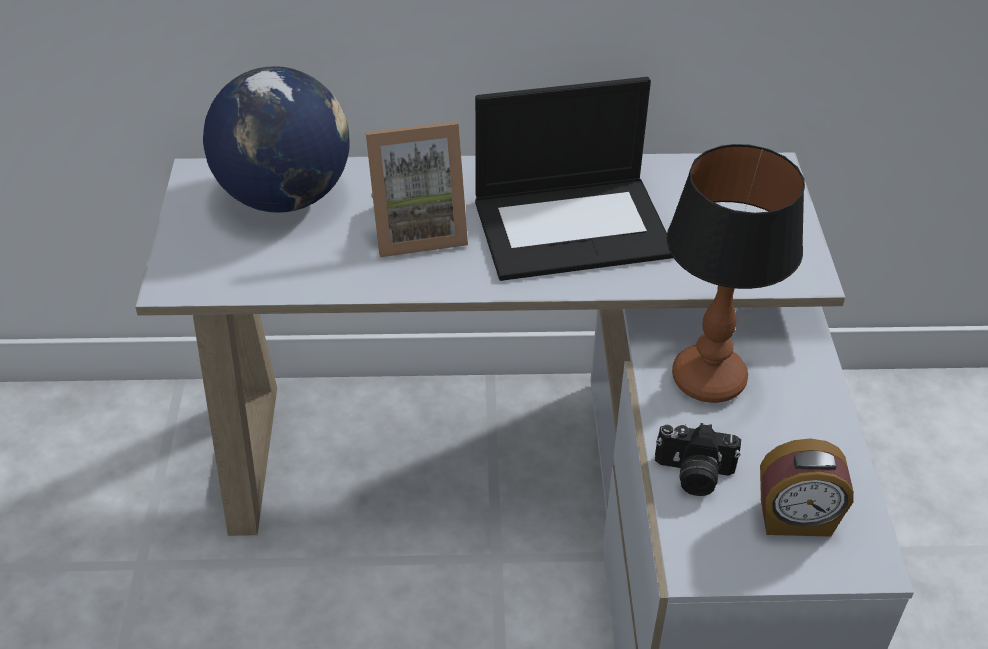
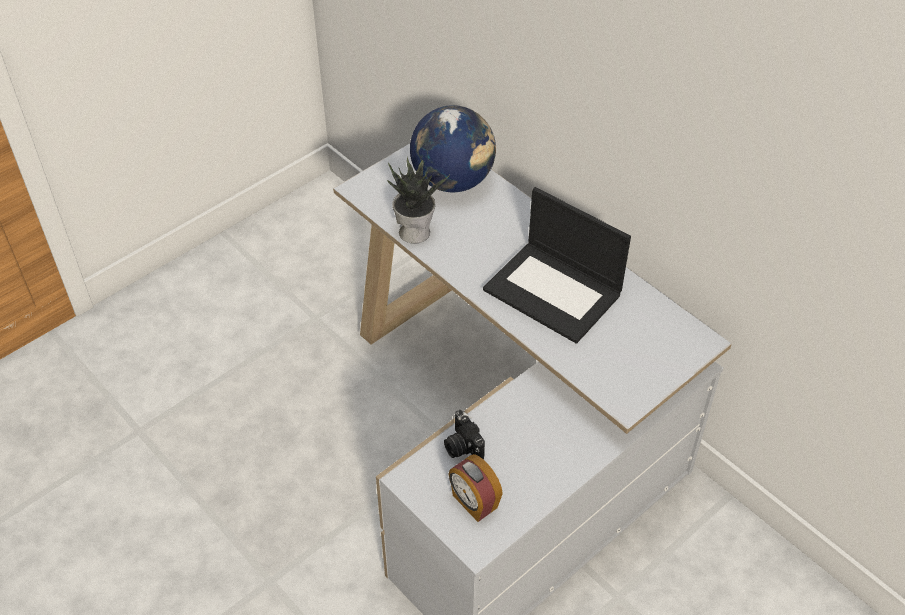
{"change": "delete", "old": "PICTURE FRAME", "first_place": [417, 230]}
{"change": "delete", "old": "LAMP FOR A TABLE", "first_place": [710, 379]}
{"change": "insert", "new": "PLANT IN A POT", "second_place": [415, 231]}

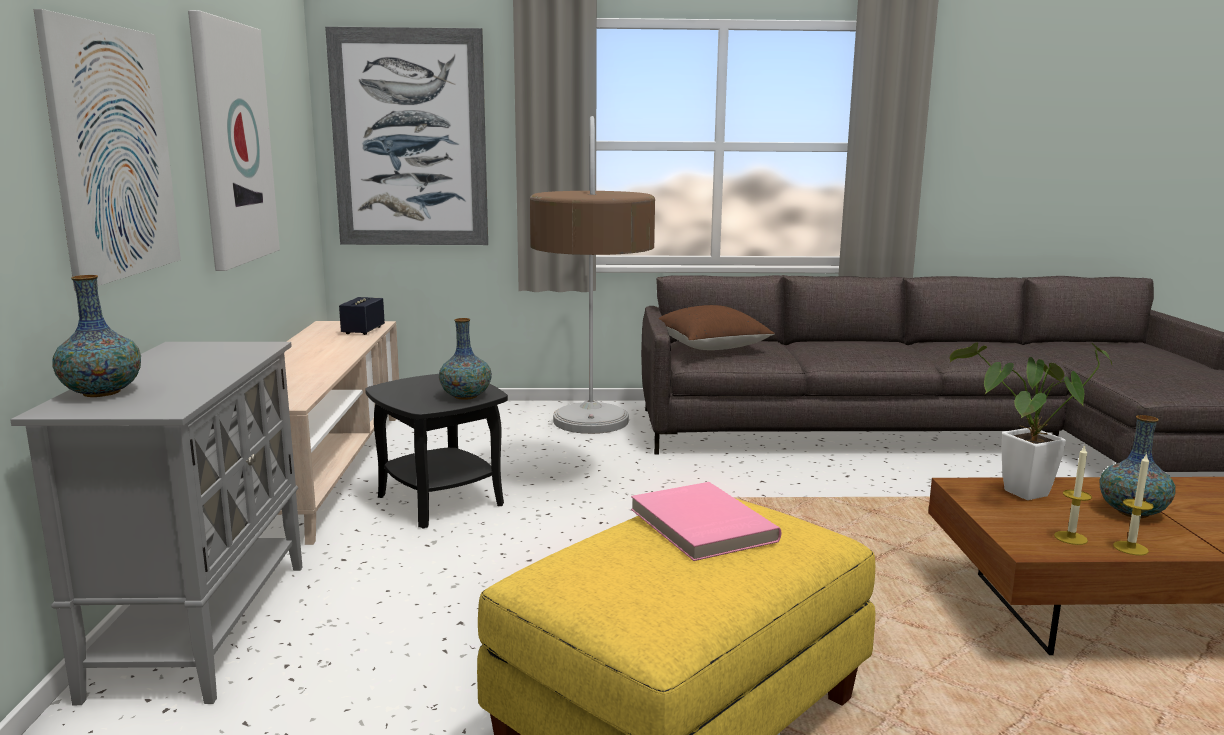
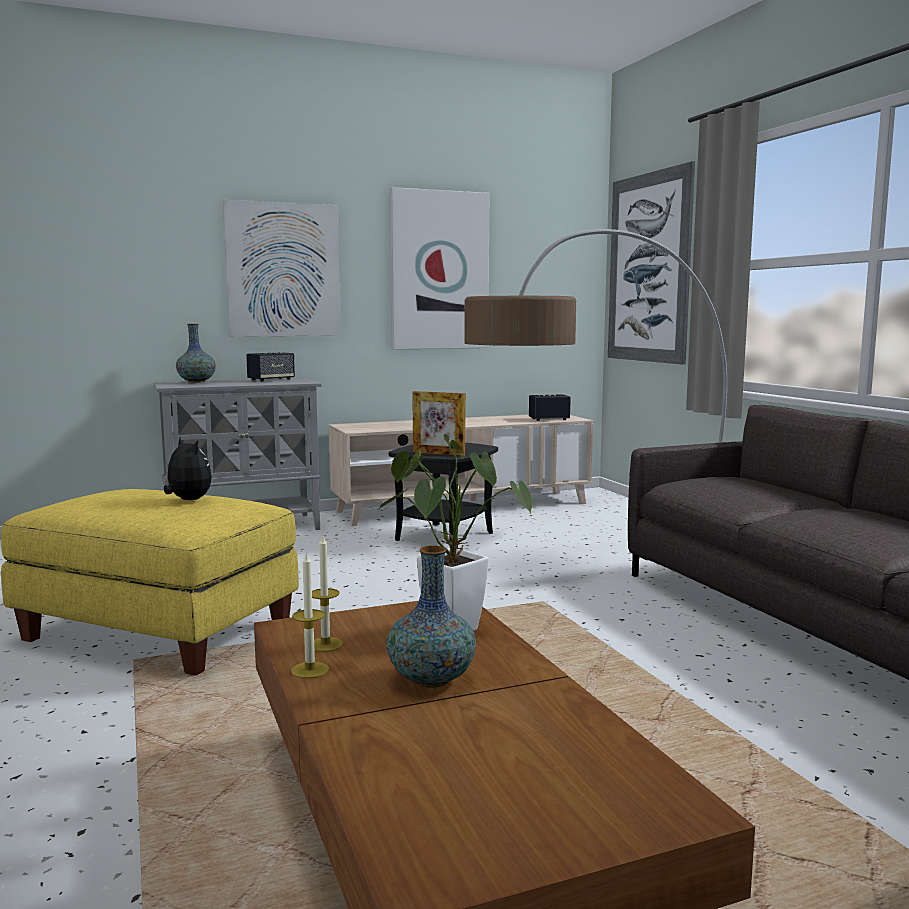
{"change": "delete", "old": "BROWN-COLOURED CUSHION", "first_place": [710, 347]}
{"change": "replace", "old": "DECORATIVE VASE", "new": "PICTURE FRAME", "first_place": [466, 396], "second_place": [438, 453]}
{"change": "replace", "old": "PINK VOLUME", "new": "PLUSH TOY", "first_place": [700, 525], "second_place": [187, 500]}
{"change": "insert", "new": "SPEAKER", "second_place": [271, 380]}

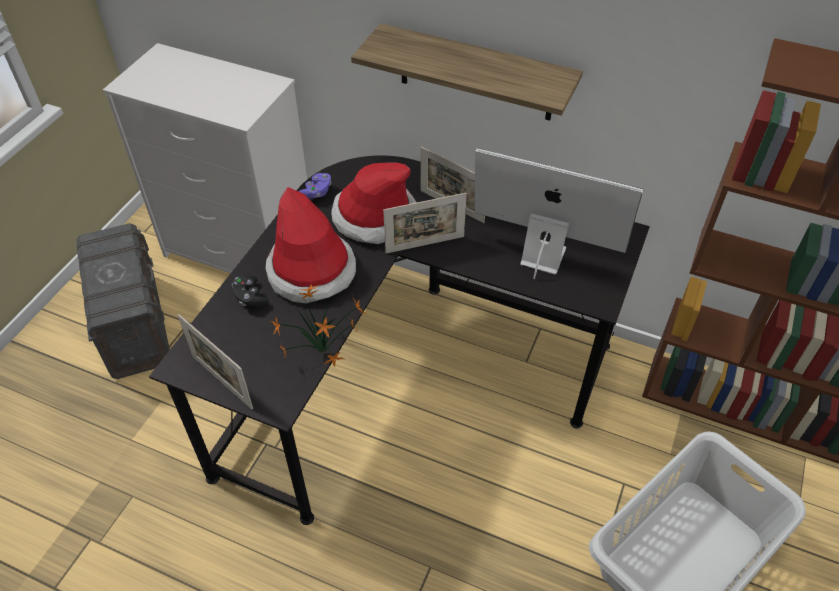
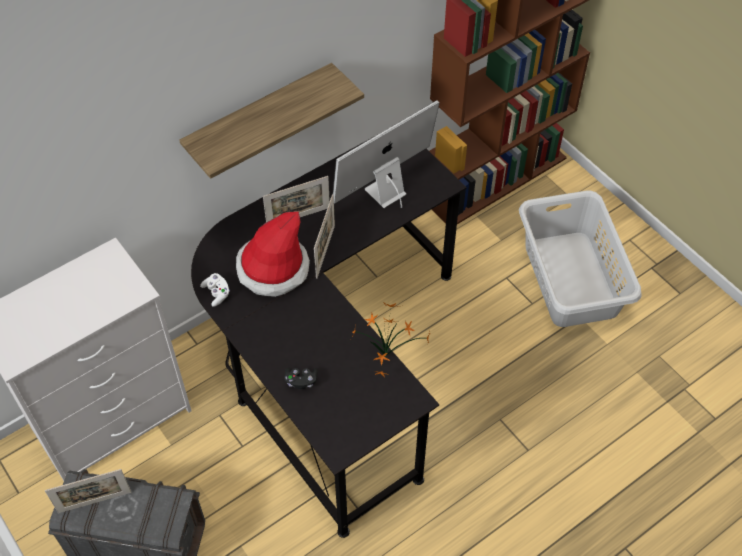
{"change": "recolor", "old": "PURPLE GAMEPAD", "new": "WHITE-COLOURED GAMEPAD", "first_place": [316, 192], "second_place": [217, 293]}
{"change": "delete", "old": "CLOTHING HAT", "first_place": [312, 271]}
{"change": "move", "old": "PICTURE FRAME", "first_place": [222, 382], "second_place": [95, 502]}

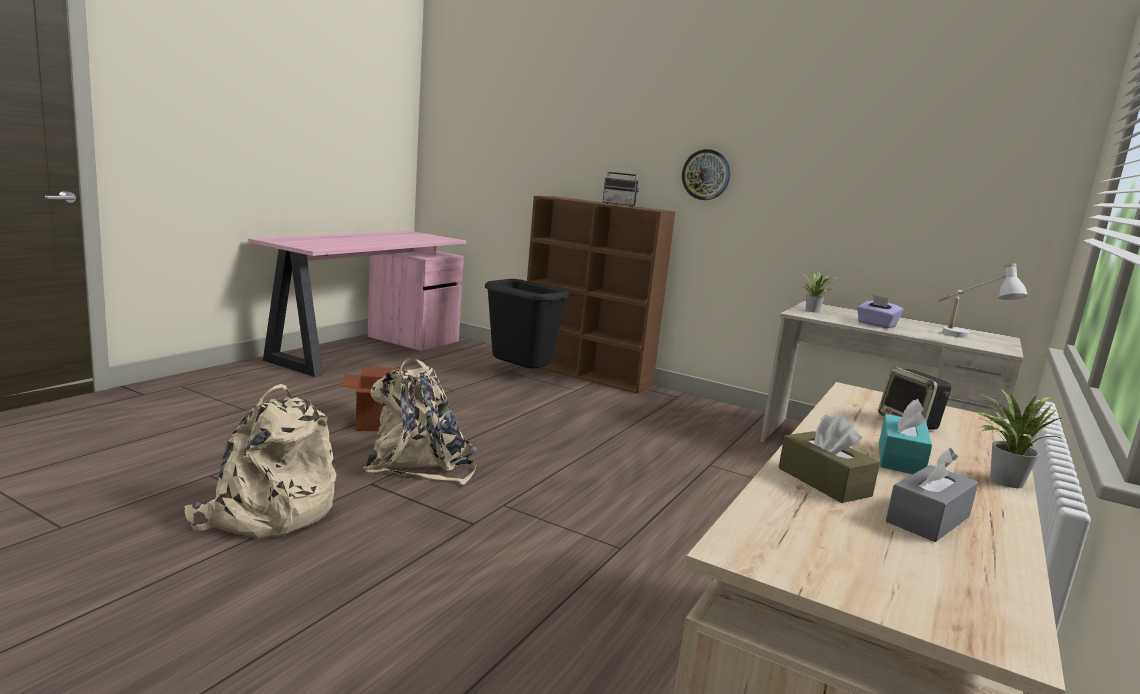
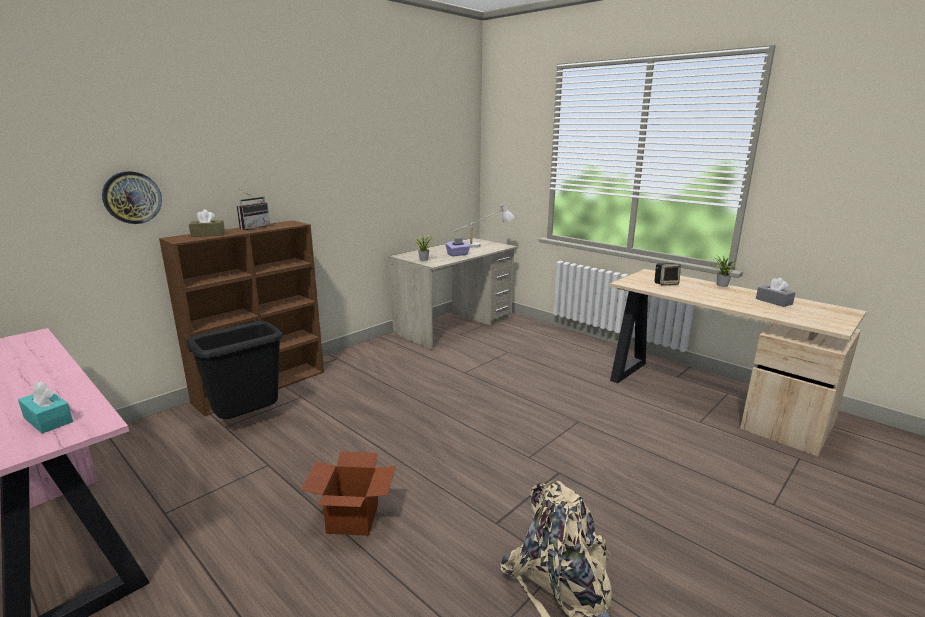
{"change": "move", "old": "CLOCK ON THE WALL", "first_place": [706, 174], "second_place": [132, 197]}
{"change": "delete", "old": "BEIGE-COLOURED KNAPSACK", "first_place": [420, 464]}
{"change": "move", "old": "BLUE-GREEN TISSUE HOLDER", "first_place": [900, 459], "second_place": [48, 420]}
{"change": "move", "old": "BROWN-COLOURED TISSUE HOLDER", "first_place": [823, 482], "second_place": [208, 234]}

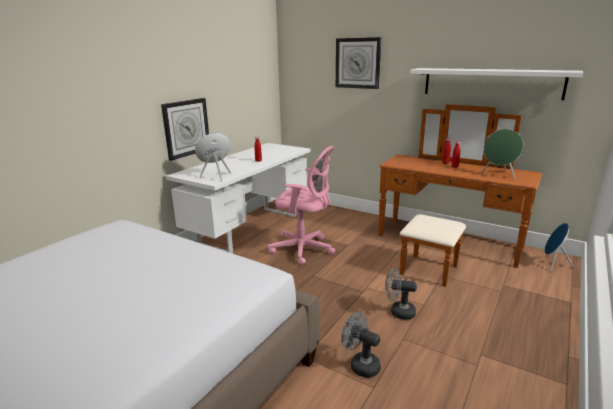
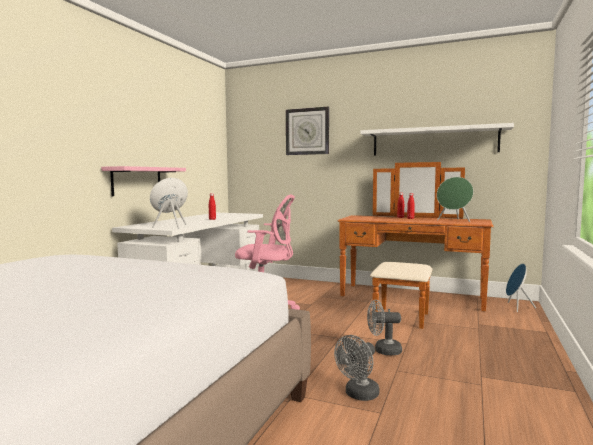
{"change": "replace", "old": "CLOCK ON THE WALL", "new": "PINK WALL SHELF", "first_place": [186, 128], "second_place": [136, 181]}
{"change": "rotate", "old": "GREY FAN", "first_place": [360, 365], "second_place": [359, 395], "degrees": -75}

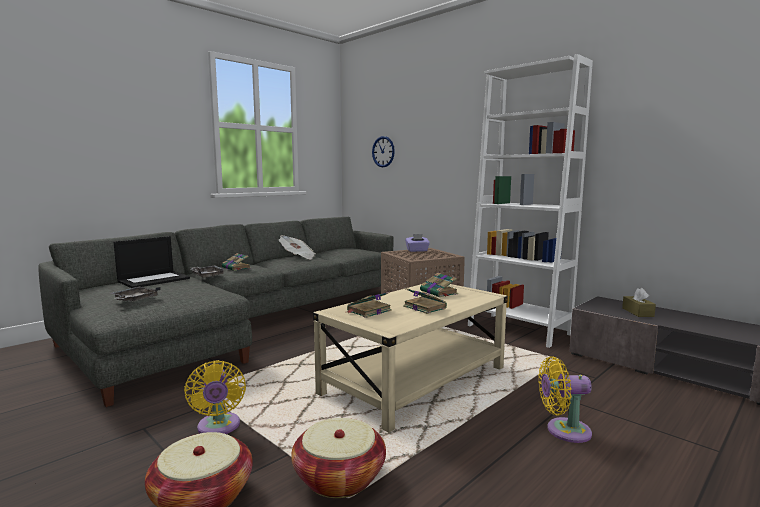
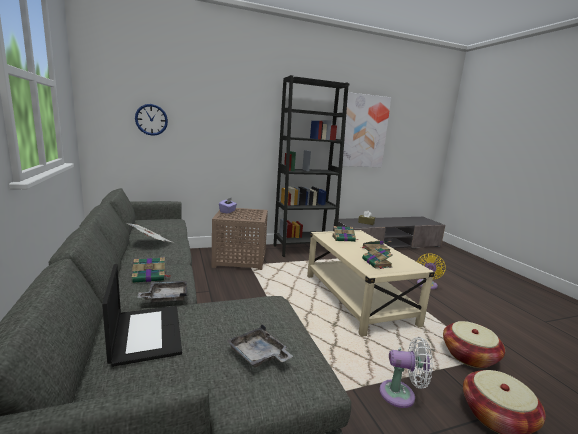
{"change": "recolor", "old": "WHITE-COLOURED BOOKSHELF", "new": "BLACKISH BOOKSHELF", "first_place": [518, 329], "second_place": [304, 249]}
{"change": "recolor", "old": "YELLOW-COLOURED FAN", "new": "WHITE-COLOURED FAN", "first_place": [218, 427], "second_place": [401, 394]}
{"change": "insert", "new": "PICTURE", "second_place": [363, 131]}

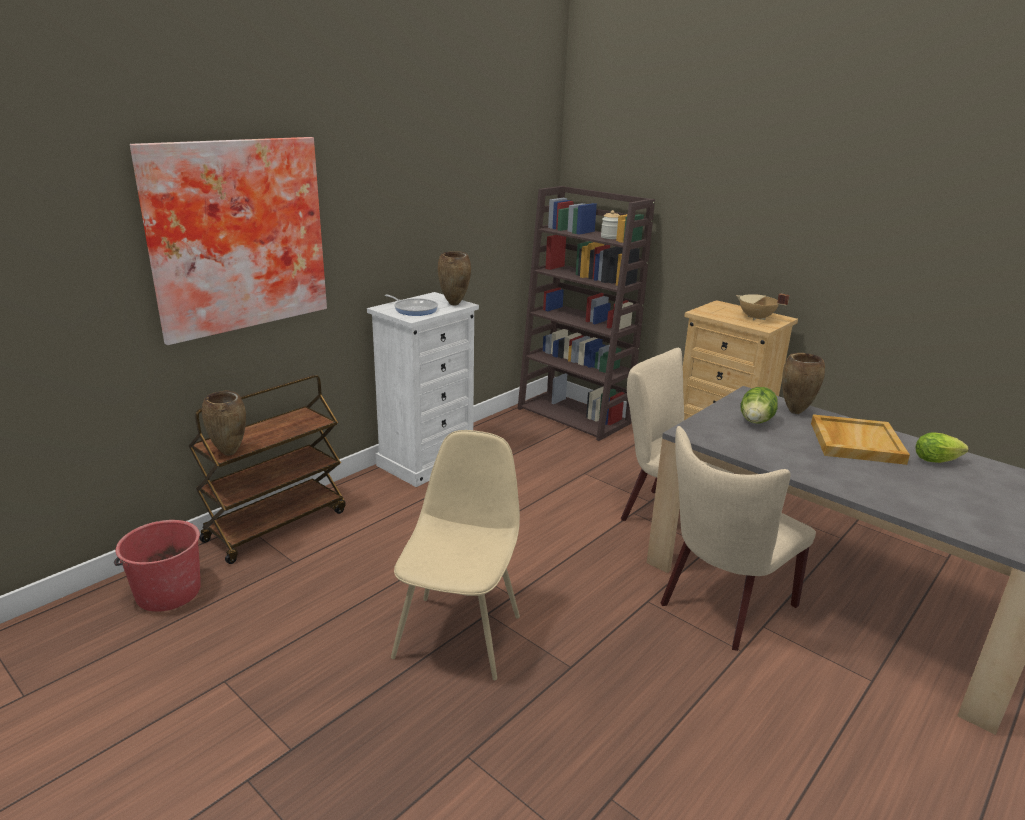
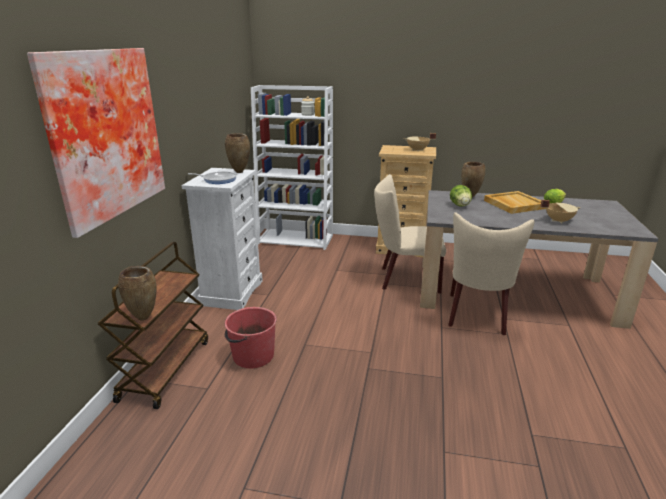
{"change": "recolor", "old": "BROWN-COLOURED BOOKSHELF", "new": "WHITE-COLOURED BOOKSHELF", "first_place": [575, 416], "second_place": [296, 239]}
{"change": "delete", "old": "BEIGE-COLOURED CHAIR", "first_place": [459, 634]}
{"change": "move", "old": "REDDISH PAIL", "first_place": [167, 592], "second_place": [252, 356]}
{"change": "insert", "new": "BEIGE-COLOURED COOKING POT", "second_place": [558, 220]}

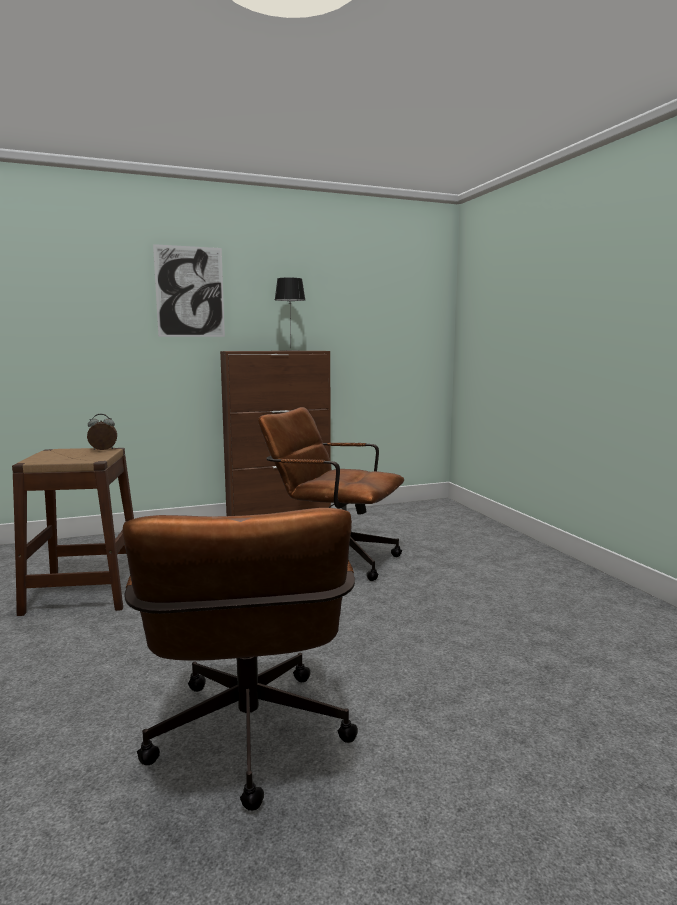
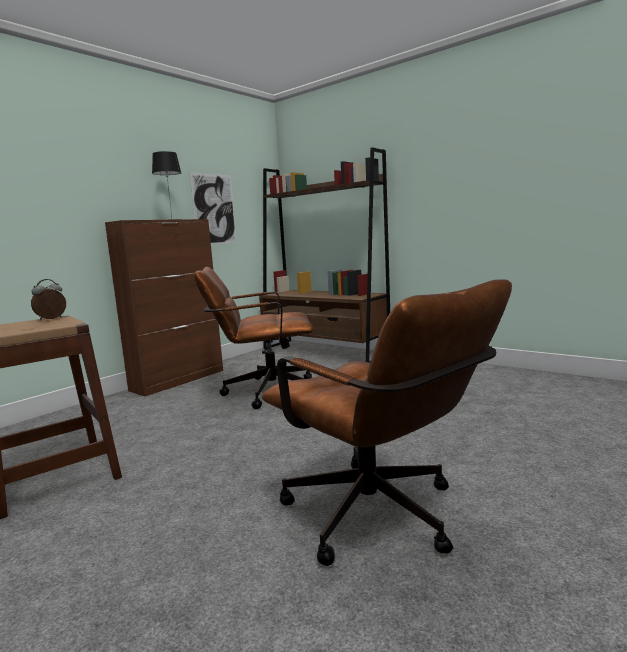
{"change": "move", "old": "PICTURE", "first_place": [190, 292], "second_place": [214, 209]}
{"change": "insert", "new": "BROWN-COLOURED BOOKSHELF", "second_place": [324, 351]}

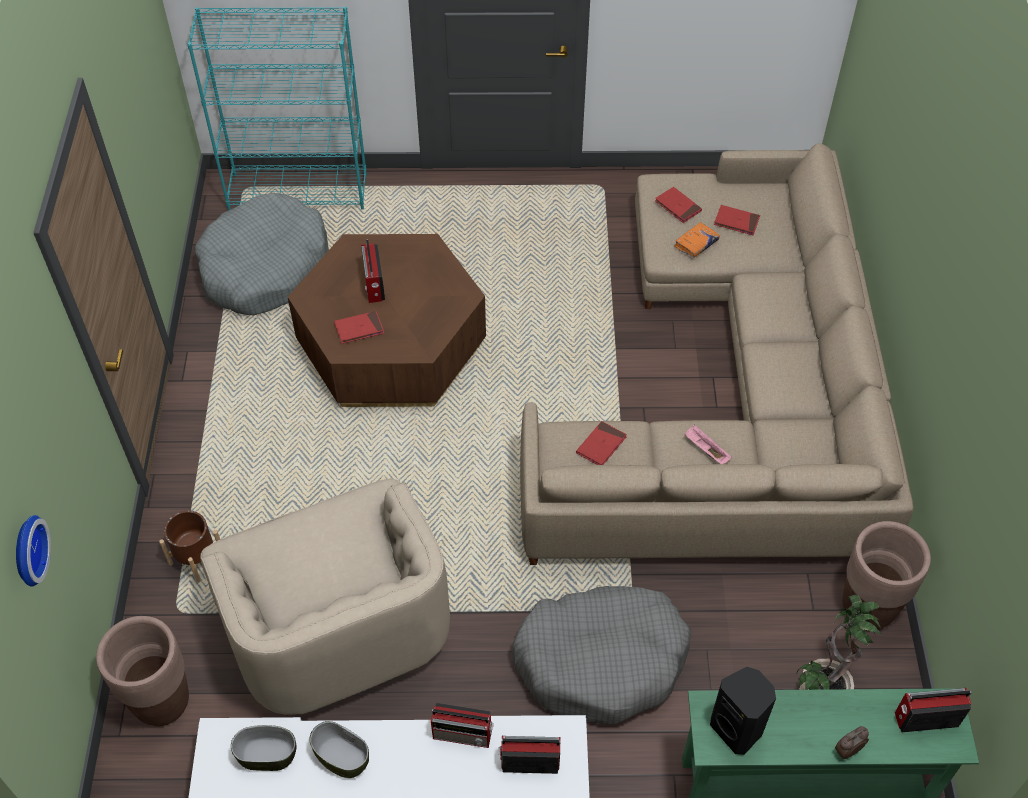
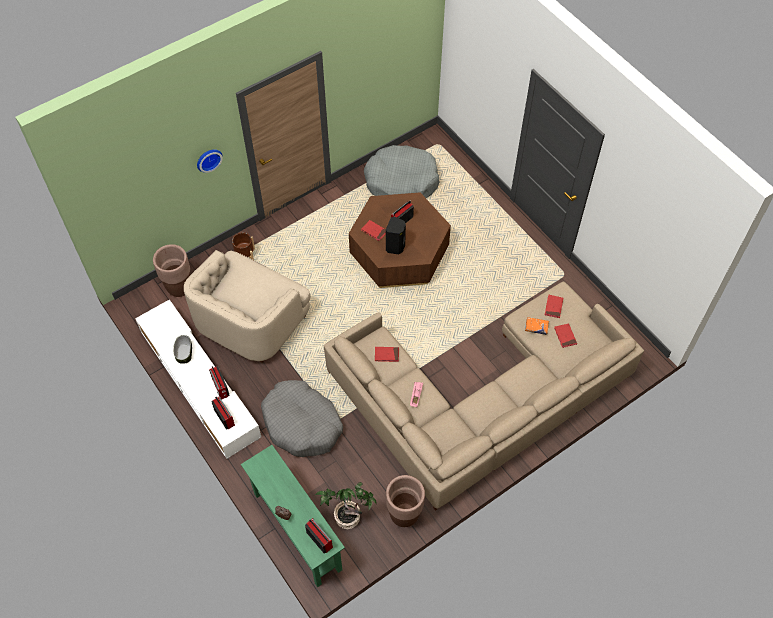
{"change": "delete", "old": "BLUE-GREEN BOOKSHELF", "first_place": [299, 191]}
{"change": "move", "old": "CLOCK ON THE WALL", "first_place": [26, 550], "second_place": [208, 159]}
{"change": "move", "old": "BLACKISH SPEAKER", "first_place": [737, 728], "second_place": [396, 247]}
{"change": "delete", "old": "BOWL", "first_place": [267, 755]}

